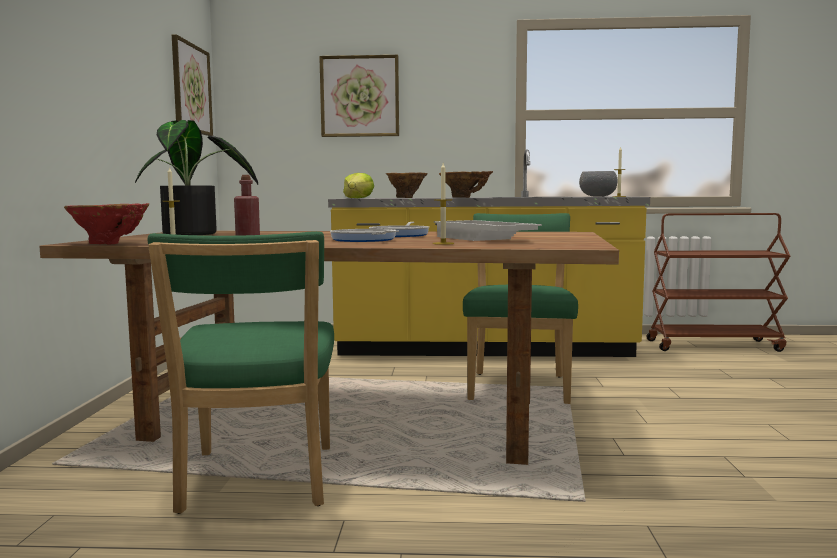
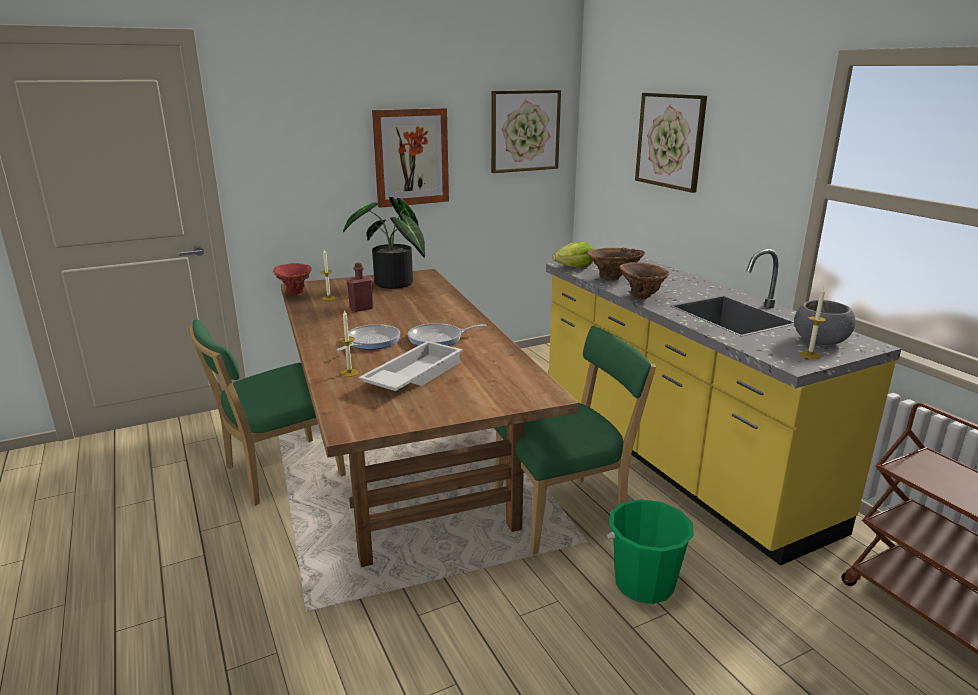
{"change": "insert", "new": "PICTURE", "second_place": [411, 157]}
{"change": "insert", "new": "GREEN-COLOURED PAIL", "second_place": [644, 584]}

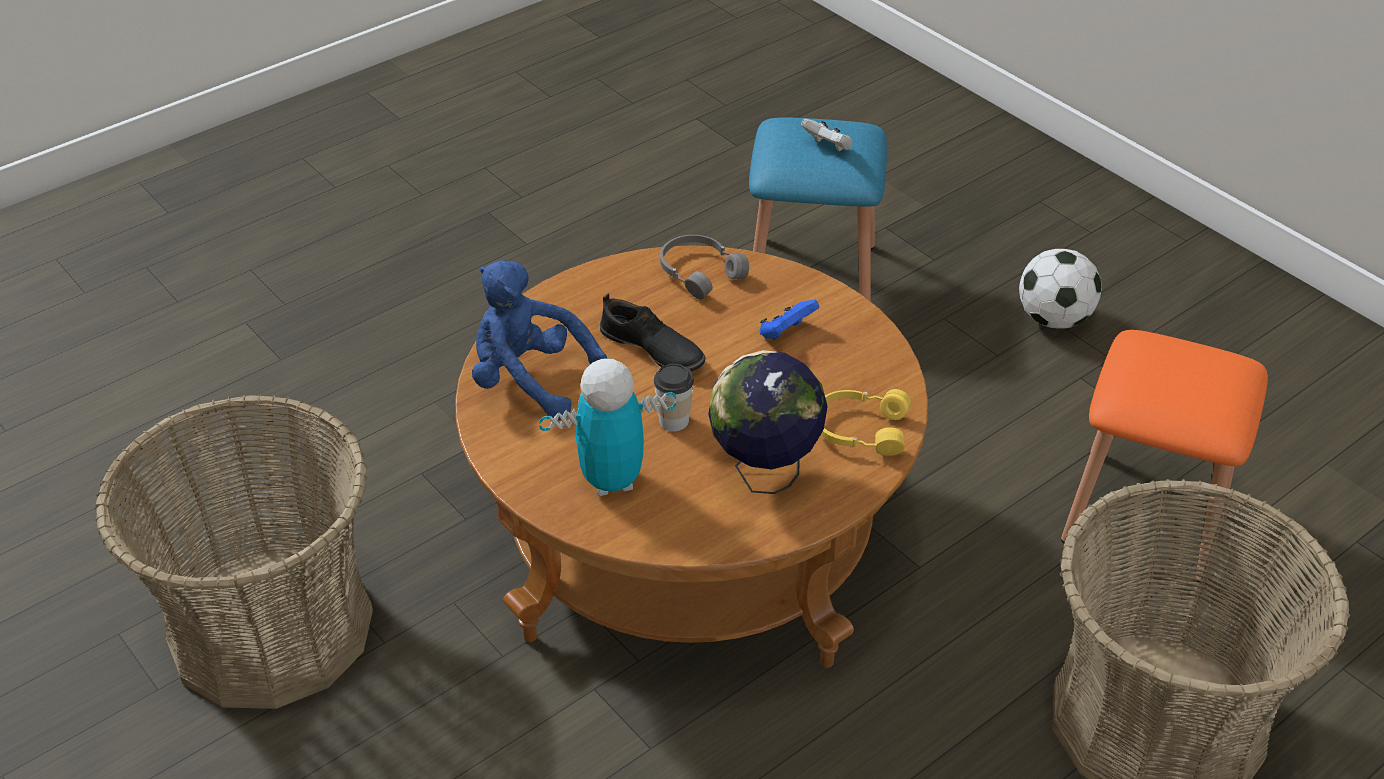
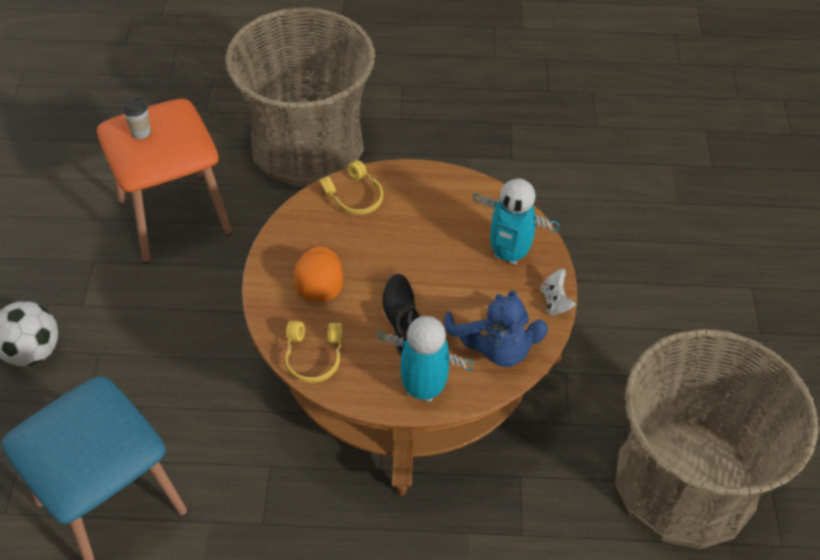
{"change": "move", "old": "WHITE-COLOURED GAMEPAD", "first_place": [828, 147], "second_place": [555, 301]}
{"change": "recolor", "old": "GREY PAIR OF HEADPHONES", "new": "YELLOW-COLOURED PAIR OF HEADPHONES", "first_place": [700, 272], "second_place": [313, 357]}
{"change": "replace", "old": "BLUISH GAMEPAD", "new": "ORANGE-COLOURED BASEBALL CAP", "first_place": [786, 333], "second_place": [318, 277]}
{"change": "delete", "old": "GLOBE", "first_place": [764, 474]}
{"change": "move", "old": "SMALL CUP", "first_place": [674, 421], "second_place": [141, 132]}
{"change": "insert", "new": "ROBOT FIGURE", "second_place": [423, 388]}

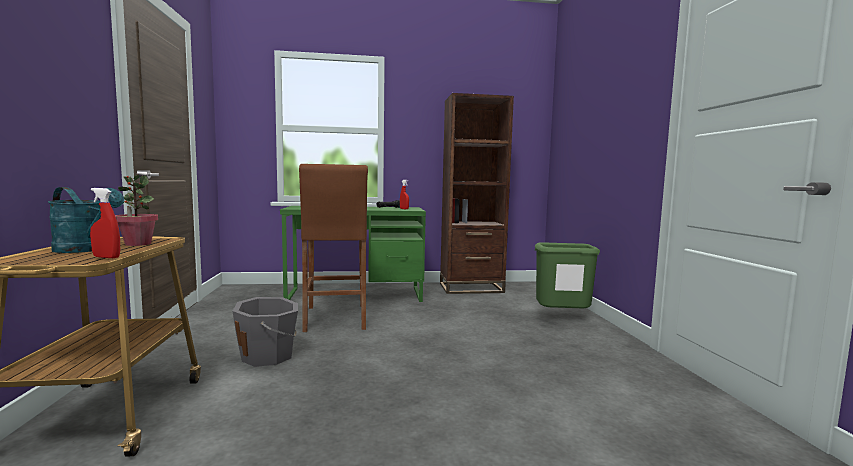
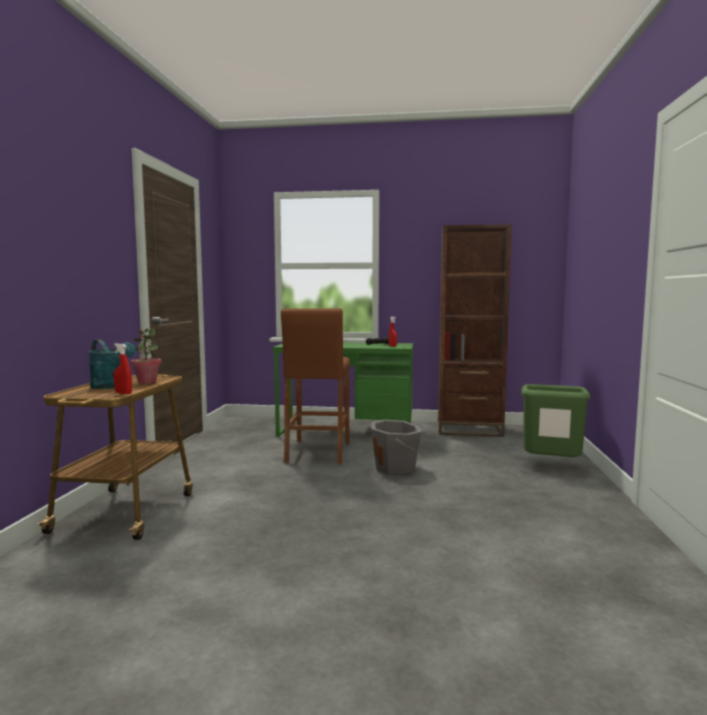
{"change": "move", "old": "GREY PAIL", "first_place": [269, 355], "second_place": [396, 467]}

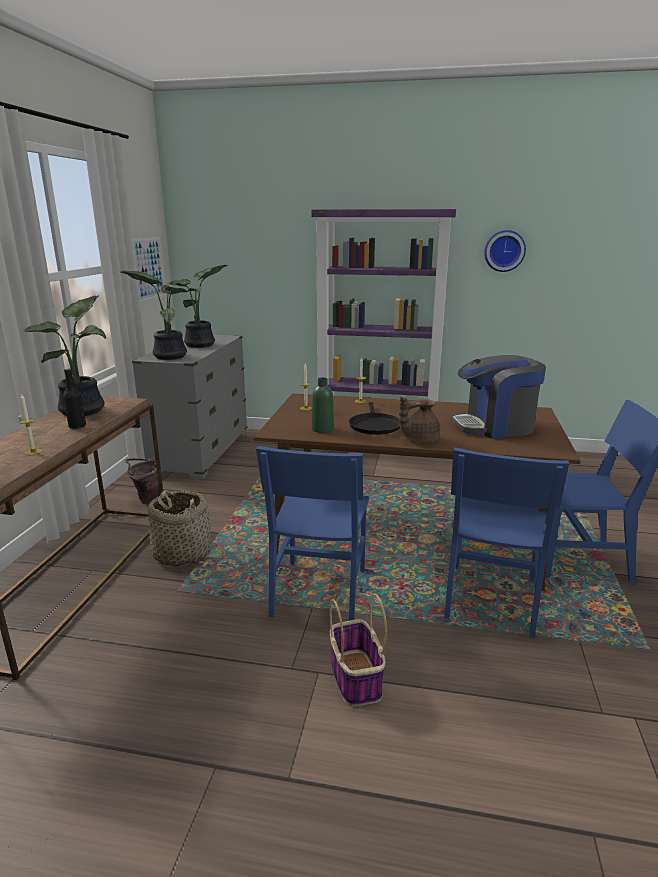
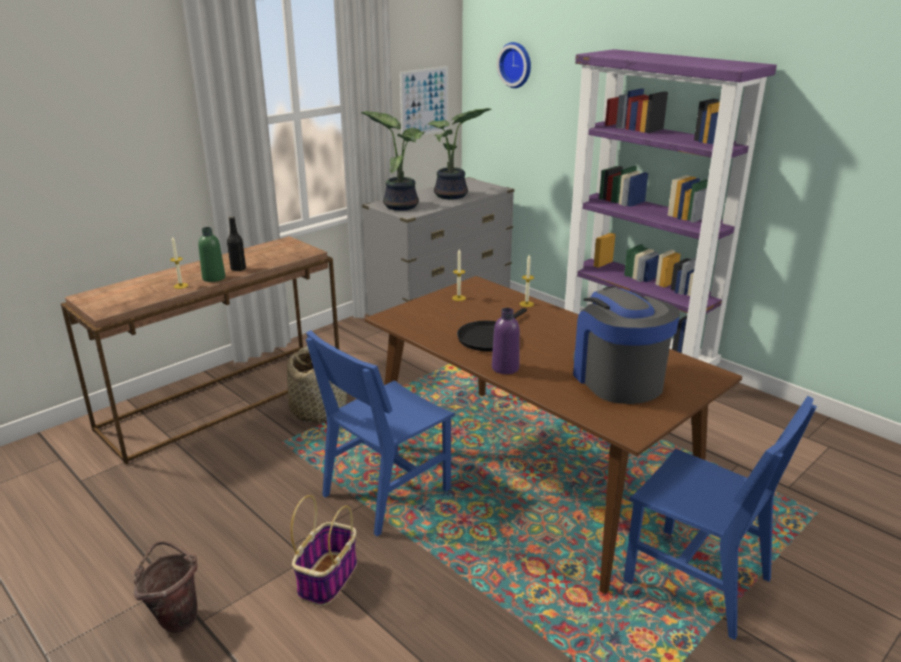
{"change": "move", "old": "CLOCK ON THE WALL", "first_place": [504, 251], "second_place": [516, 65]}
{"change": "delete", "old": "PLANT IN A POT", "first_place": [85, 410]}
{"change": "rotate", "old": "COFFEE MAKER", "first_place": [494, 426], "second_place": [617, 379], "degrees": 45}
{"change": "move", "old": "GREEN-COLOURED BOTTLE", "first_place": [322, 429], "second_place": [214, 278]}
{"change": "replace", "old": "BROWN-COLOURED TEAPOT", "new": "PURPLE BOTTLE", "first_place": [418, 439], "second_place": [505, 368]}
{"change": "delete", "old": "BLUISH CHAIR", "first_place": [490, 598]}
{"change": "move", "old": "BROWN-COLOURED PAIL", "first_place": [146, 500], "second_place": [176, 617]}

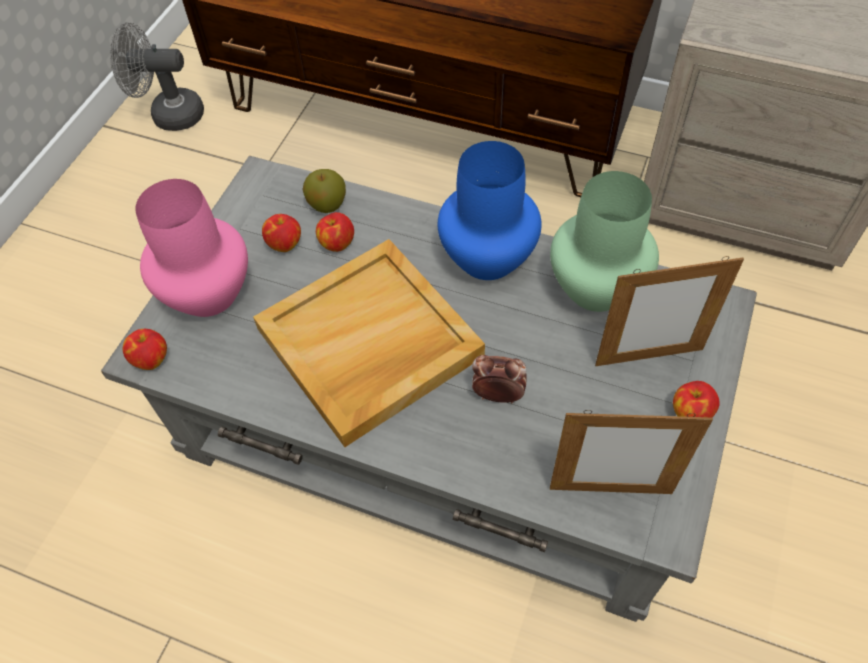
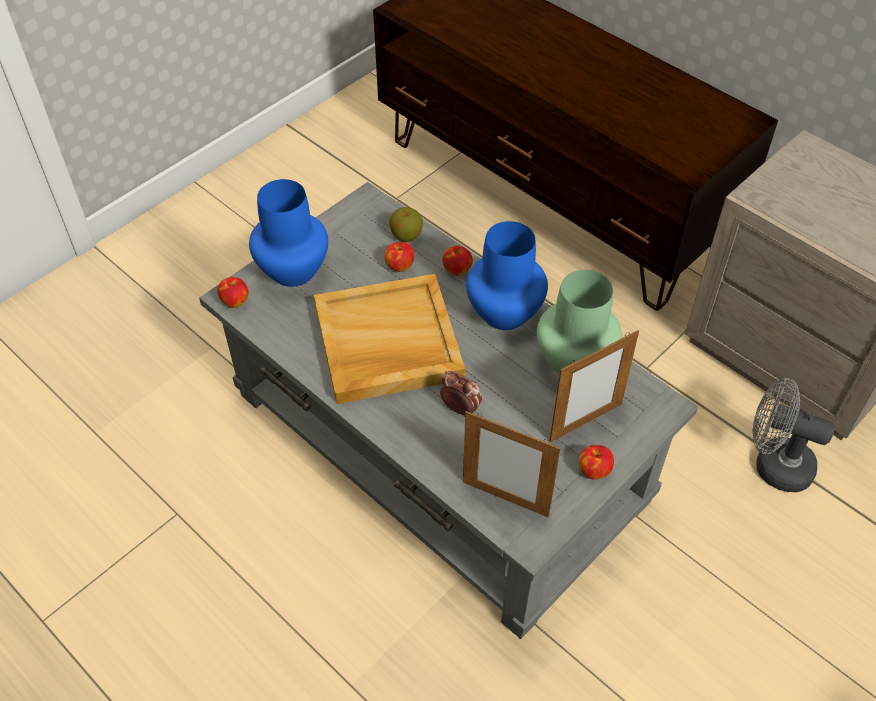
{"change": "move", "old": "GREY FAN", "first_place": [169, 114], "second_place": [774, 464]}
{"change": "recolor", "old": "PINK DECORATIVE VASE", "new": "BLUISH DECORATIVE VASE", "first_place": [210, 293], "second_place": [294, 271]}
{"change": "move", "old": "WHOLE APPLE", "first_place": [285, 243], "second_place": [457, 270]}
{"change": "rotate", "old": "PICTURE FRAME", "first_place": [649, 357], "second_place": [585, 422], "degrees": -45}

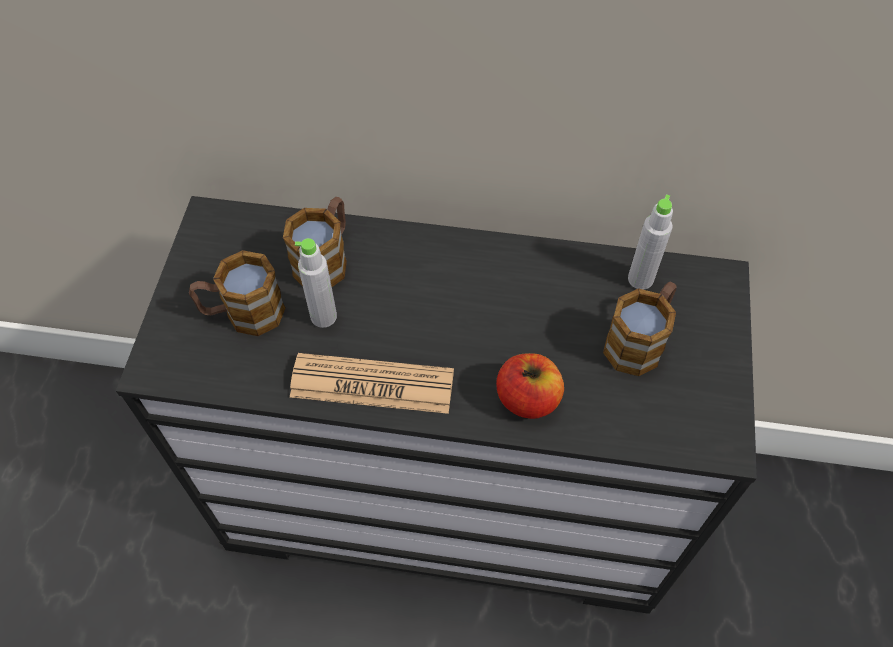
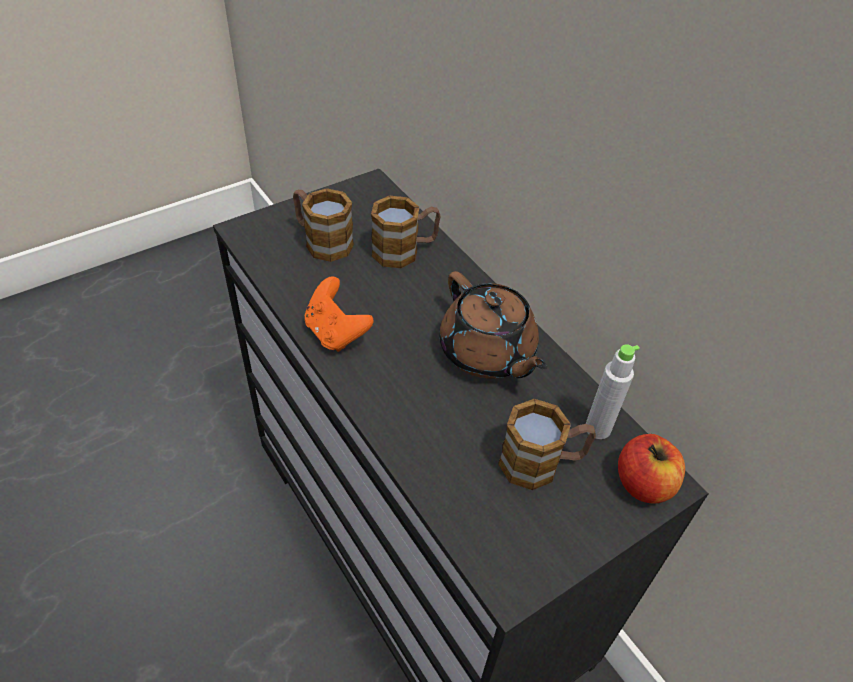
{"change": "delete", "old": "GREY BOTTLE", "first_place": [323, 316]}
{"change": "replace", "old": "NEWSPAPER", "new": "ORANGE-COLOURED GAMEPAD", "first_place": [372, 384], "second_place": [336, 333]}
{"change": "move", "old": "WHOLE APPLE", "first_place": [527, 399], "second_place": [643, 484]}
{"change": "insert", "new": "BROWN-COLOURED TEAPOT", "second_place": [487, 353]}

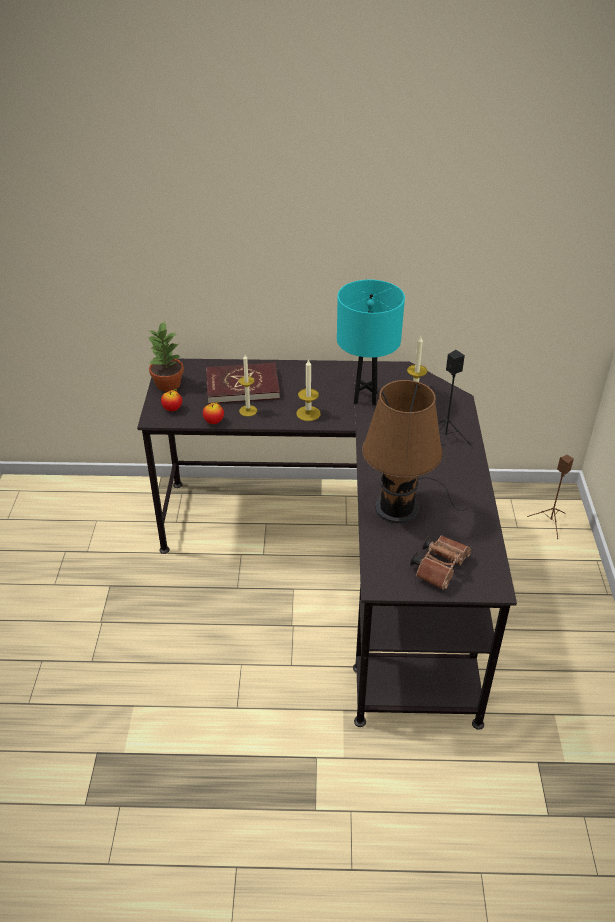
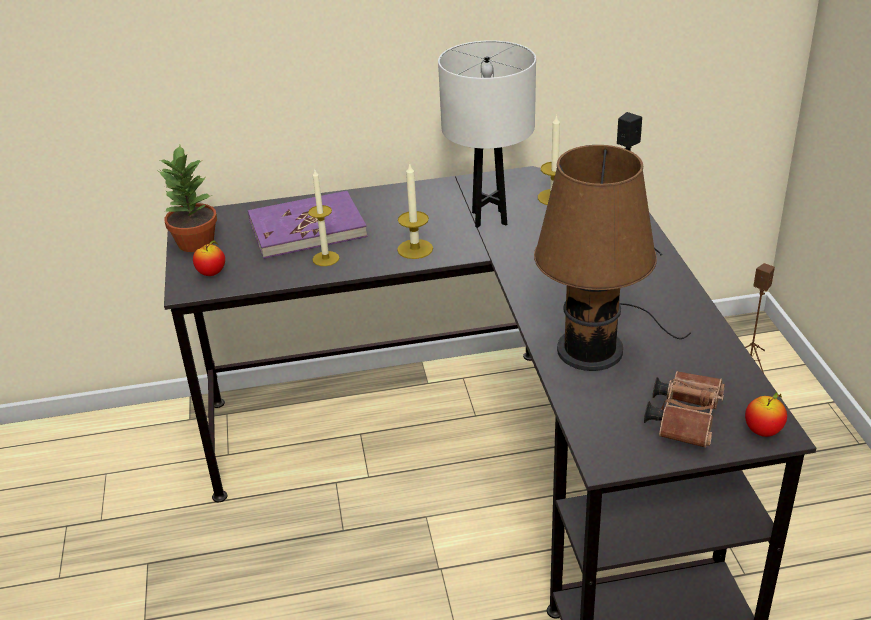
{"change": "recolor", "old": "BLUE-GREEN LAMP FOR A TABLE", "new": "WHITE-COLOURED LAMP FOR A TABLE", "first_place": [365, 398], "second_place": [490, 218]}
{"change": "recolor", "old": "REDDISH VOLUME", "new": "PURPLE VOLUME", "first_place": [242, 386], "second_place": [307, 229]}
{"change": "move", "old": "WHOLE APPLE", "first_place": [214, 422], "second_place": [763, 431]}

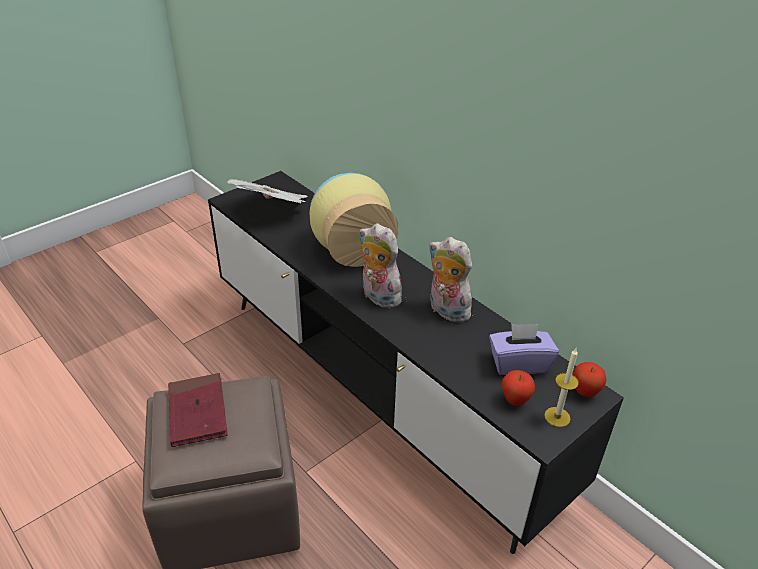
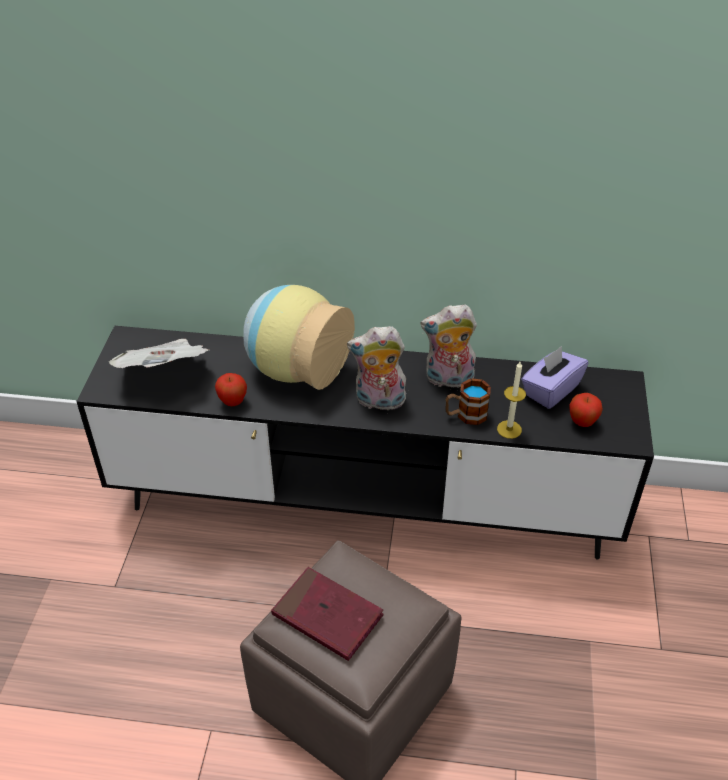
{"change": "move", "old": "WAX CANDLE", "first_place": [557, 417], "second_place": [509, 429]}
{"change": "move", "old": "WHOLE APPLE", "first_place": [585, 392], "second_place": [233, 402]}
{"change": "insert", "new": "COFFEE MUG", "second_place": [465, 415]}

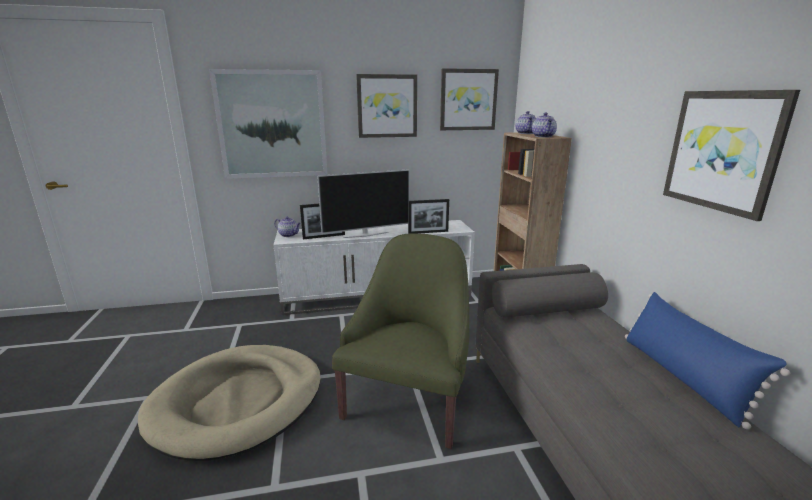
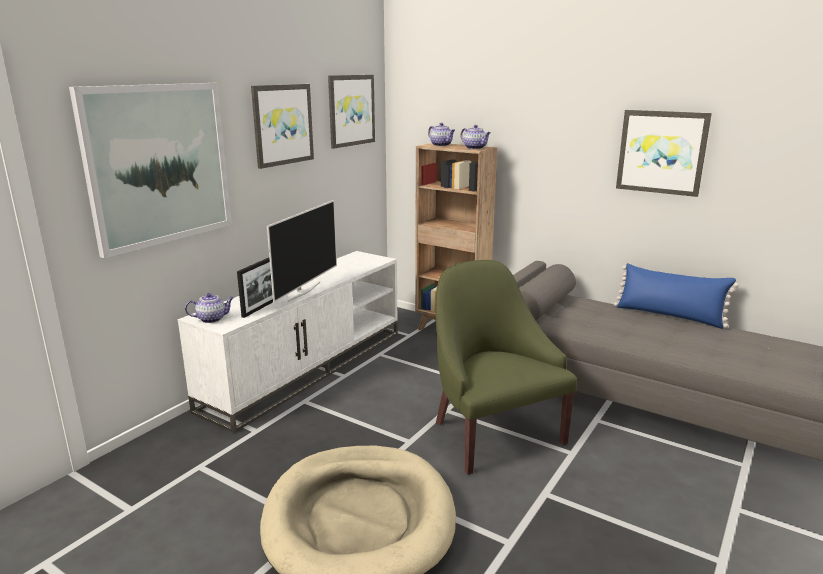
{"change": "delete", "old": "PICTURE FRAME", "first_place": [428, 232]}

